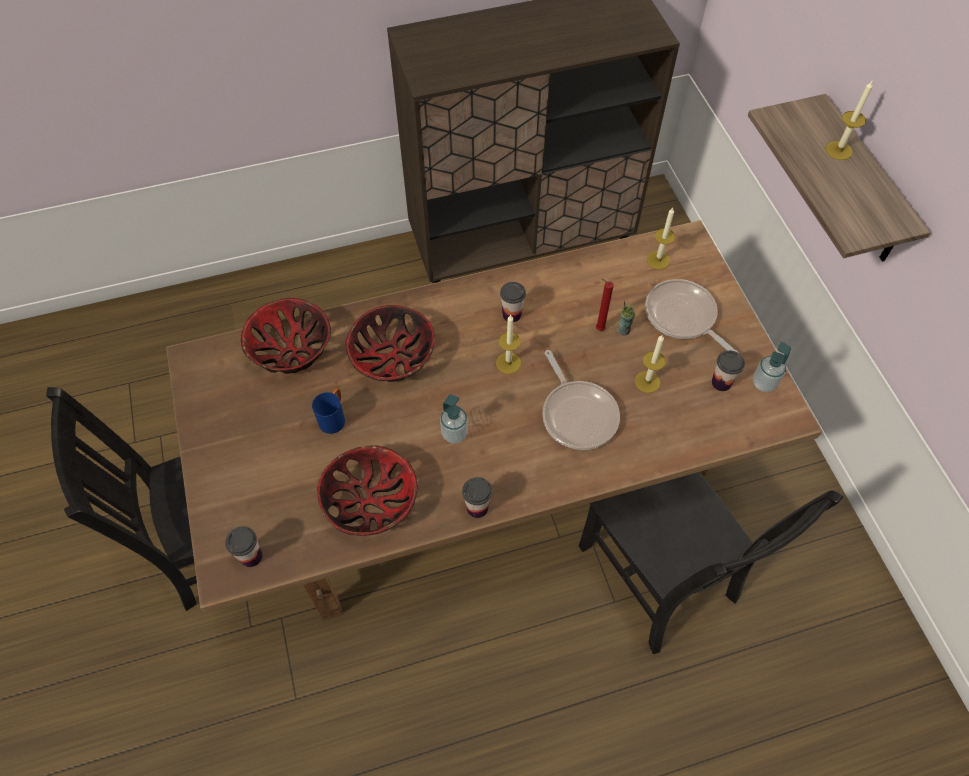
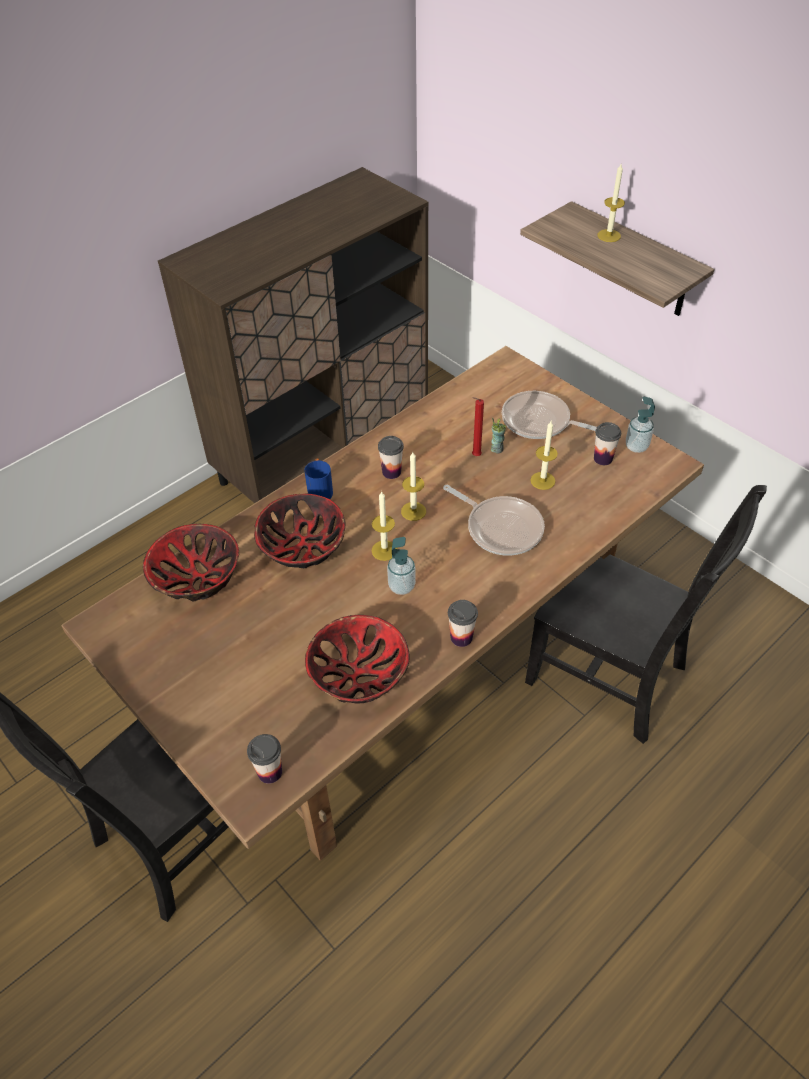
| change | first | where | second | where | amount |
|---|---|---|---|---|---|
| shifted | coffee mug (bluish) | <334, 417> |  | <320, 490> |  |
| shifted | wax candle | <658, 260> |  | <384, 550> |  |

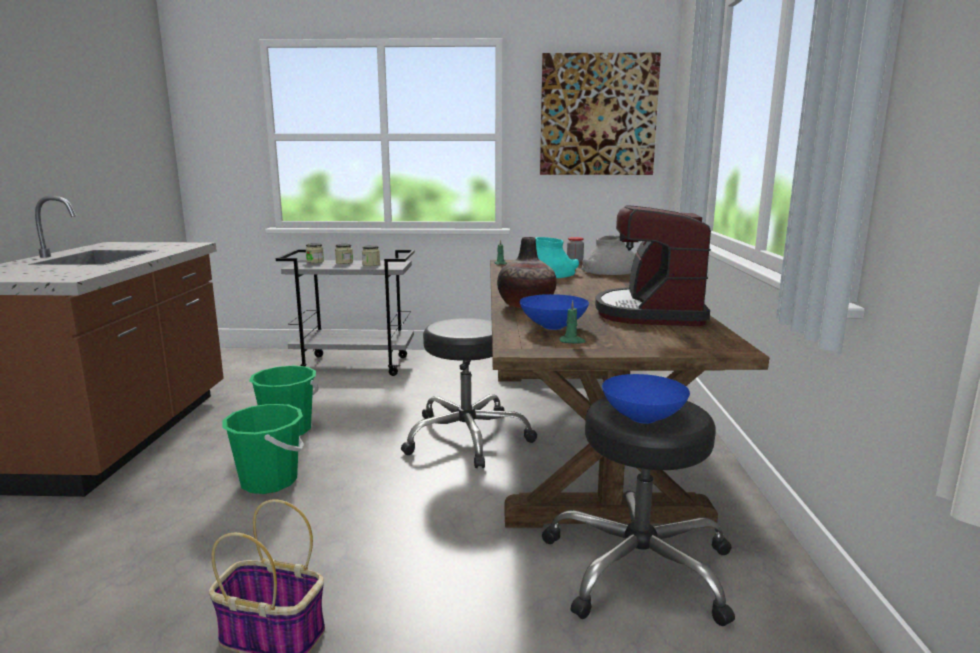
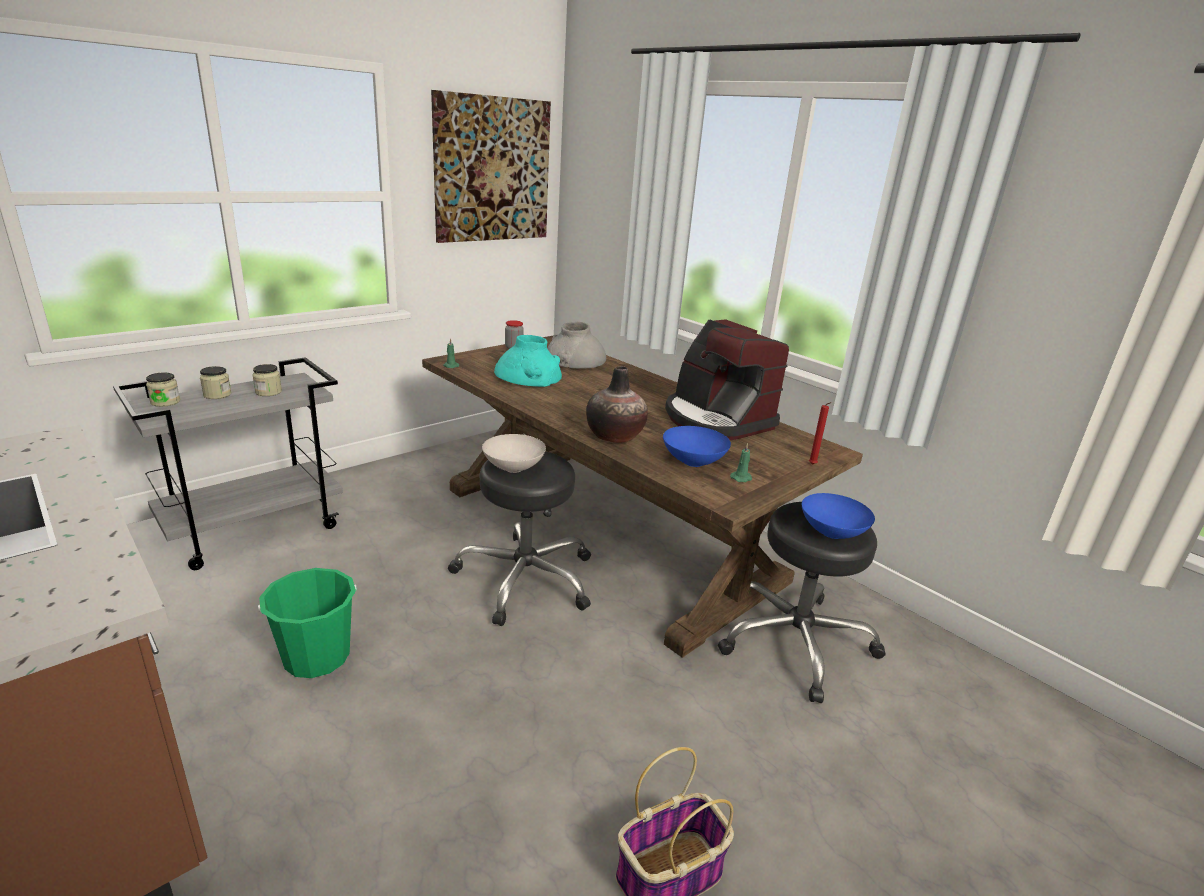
| change | first | where | second | where | amount |
|---|---|---|---|---|---|
| gone | bucket (green) | <269, 481> |  |  |  |
| new |  |  | serving bowl (white-coloured) | <513, 468> |  |
| new |  |  | wax candle (red) | <813, 465> |  |

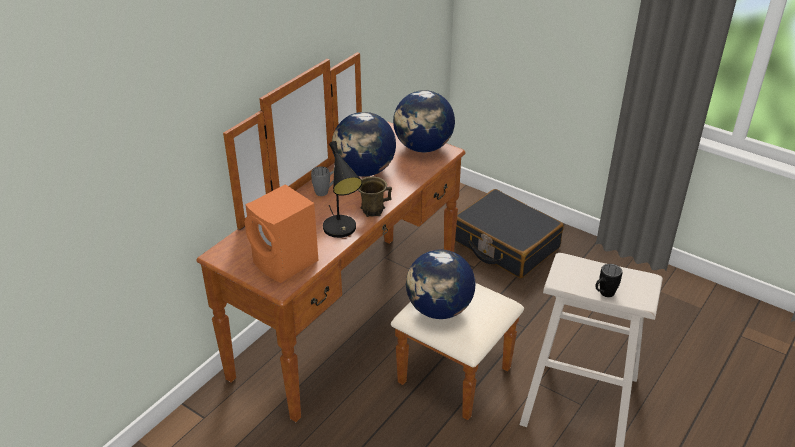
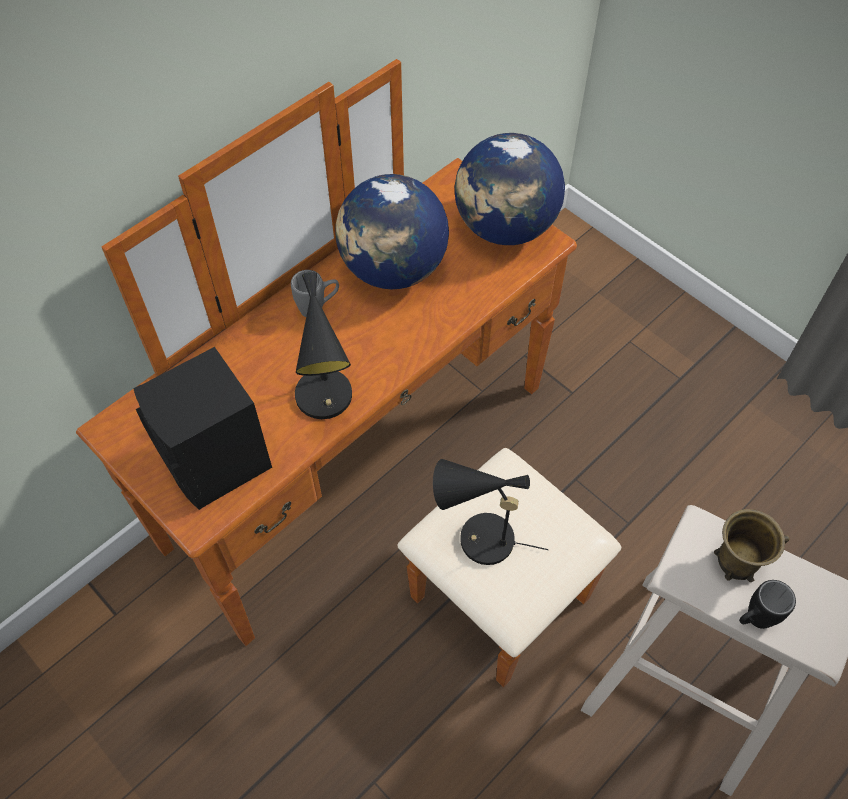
| change | first | where | second | where | amount |
|---|---|---|---|---|---|
| gone | piece of luggage (blackish) | <505, 244> |  |  |  |
| shifted | coffee mug (brown-coloured) | <372, 210> |  | <737, 560> |  |
| swapped | globe | <439, 309> | tabletop lamp (blackish) | <477, 540> |  |
| repainted | loudspeaker (orange) | <286, 263> | loudspeaker (blackish) | <218, 465> |  |

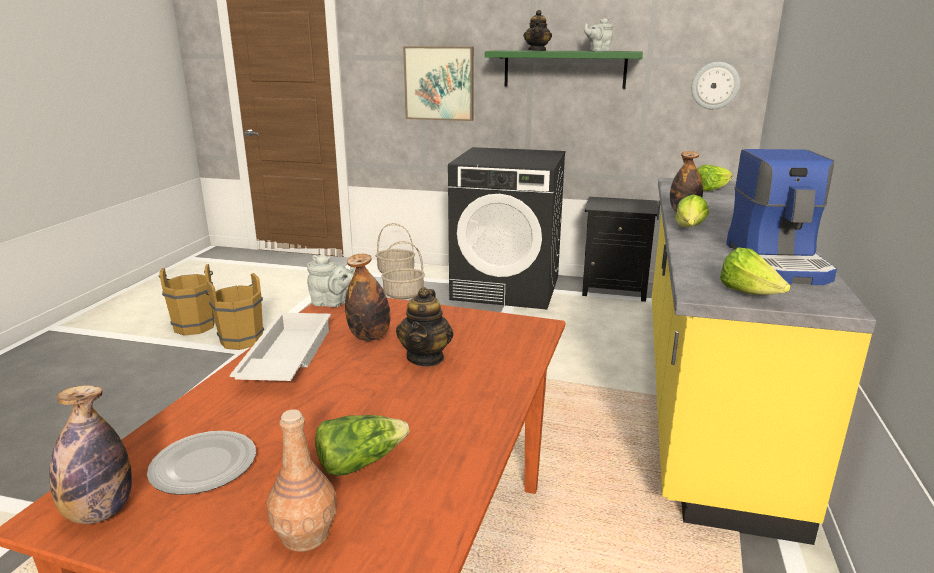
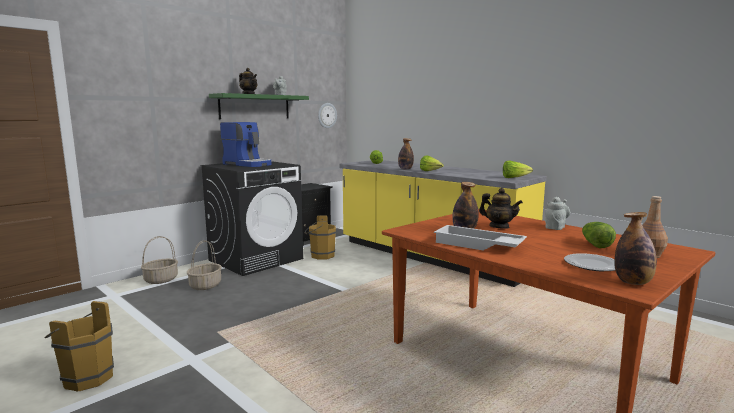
| change | first | where | second | where | amount |
|---|---|---|---|---|---|
| gone | wall art | <439, 83> |  |  |  |
| shifted | bucket (brown-coloured) | <240, 339> |  | <320, 256> |  |
| shifted | tea pot (grey) | <332, 303> |  | <555, 227> |  |
| shifted | coffee machine | <778, 263> |  | <248, 164> |  |

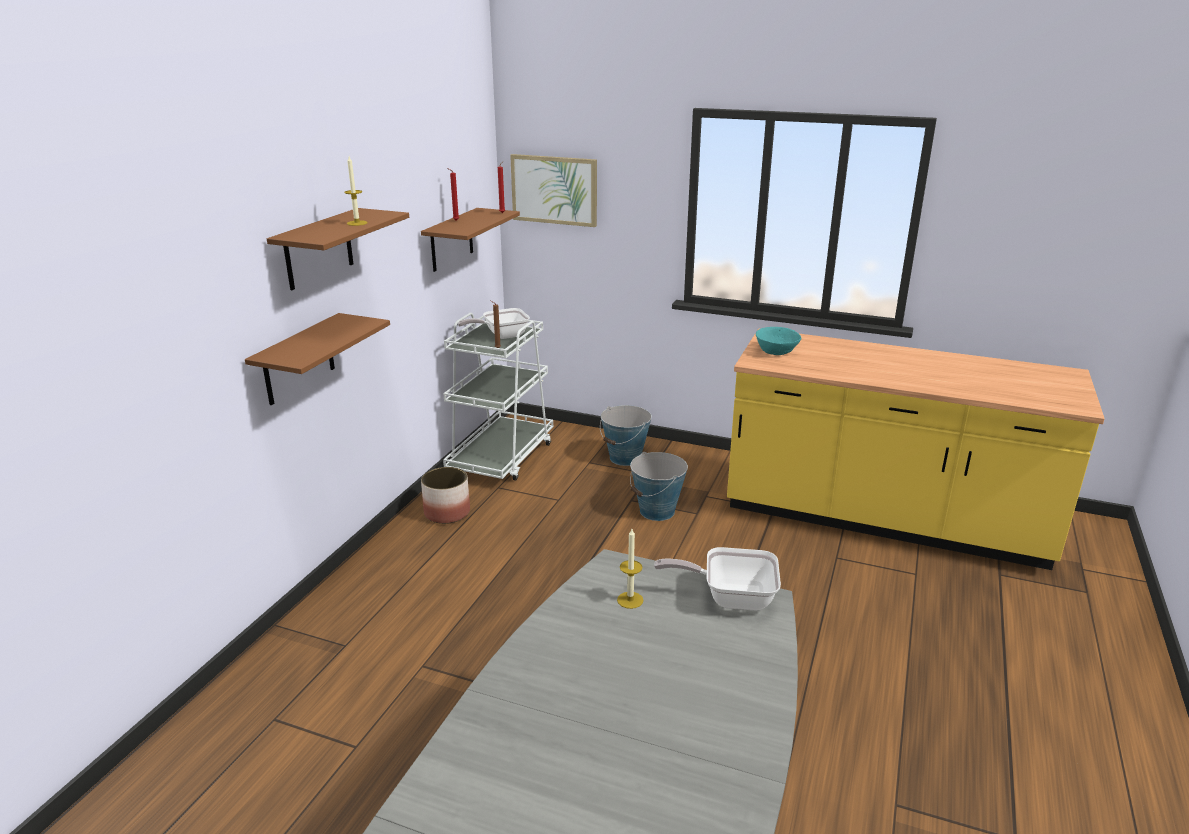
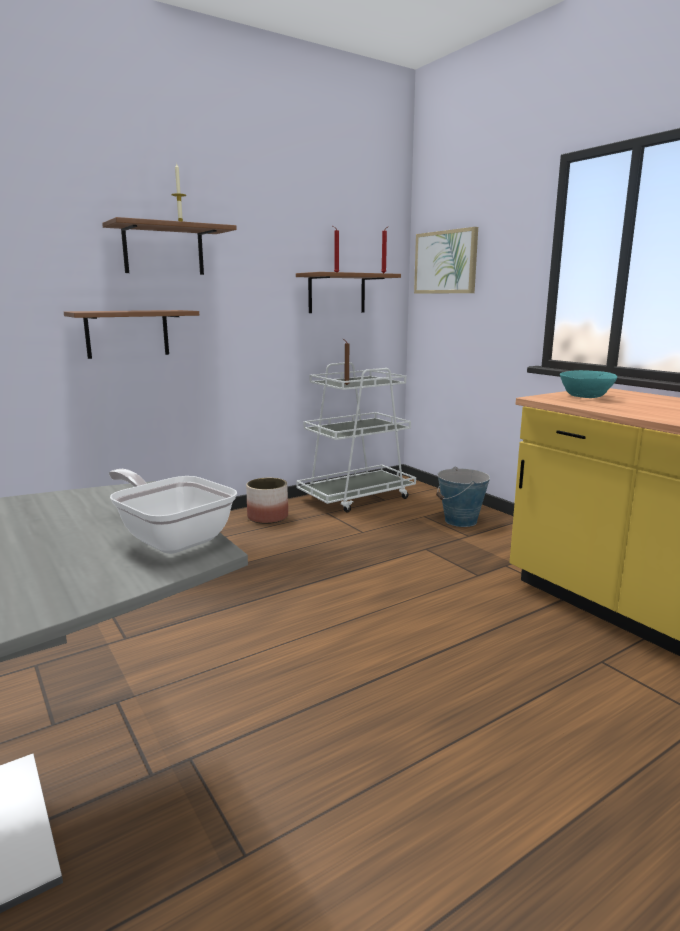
| change | first | where | second | where | amount |
|---|---|---|---|---|---|
| gone | frying pan | <501, 335> |  |  |  |
| gone | wax candle | <630, 600> |  |  |  |
| gone | bucket | <657, 511> |  |  |  |

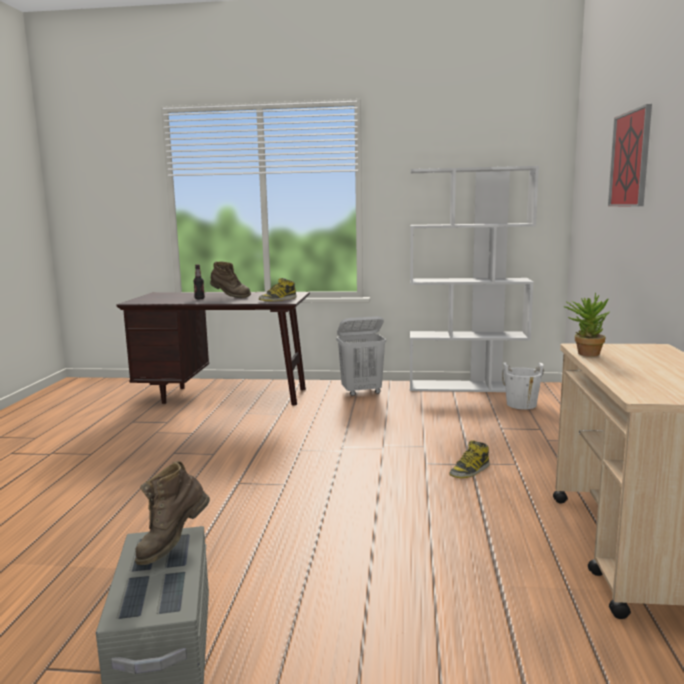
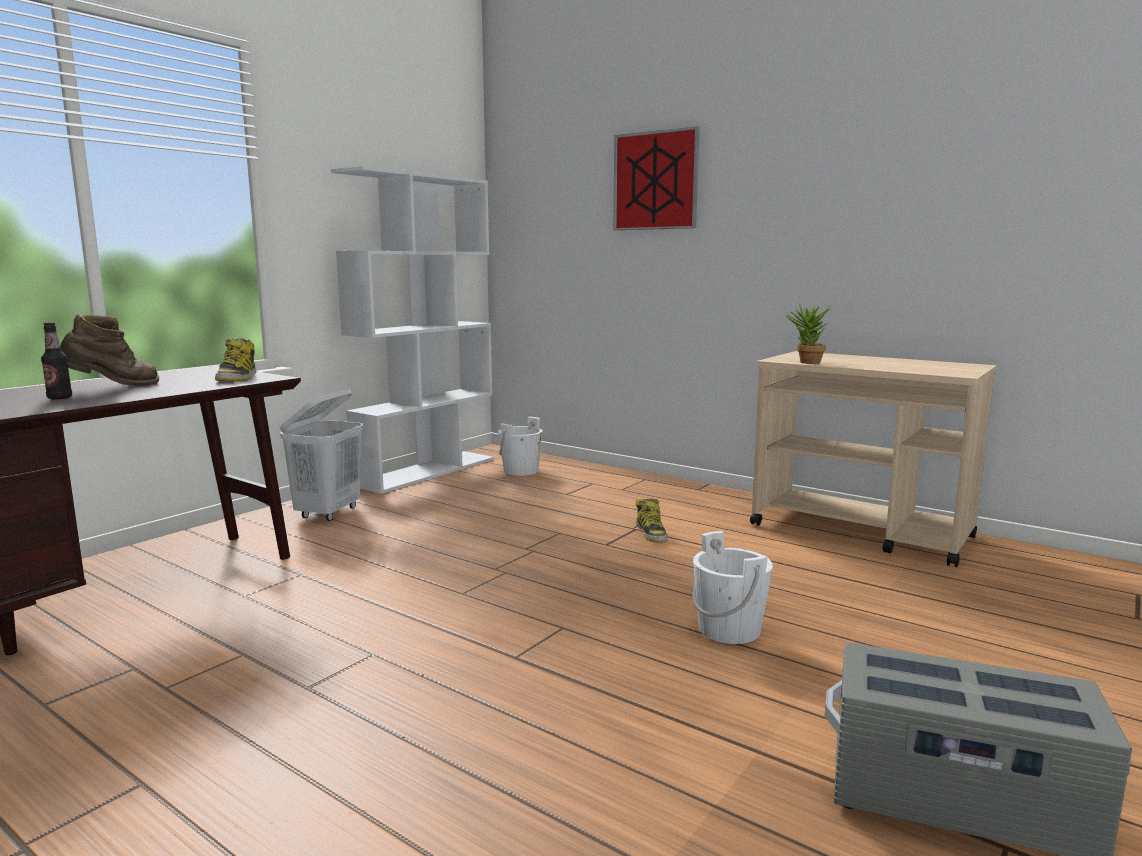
| change | first | where | second | where | amount |
|---|---|---|---|---|---|
| gone | tall boot (brown-coloured) | <172, 545> |  |  |  |
| new |  |  | bucket (white-coloured) | <729, 629> |  |

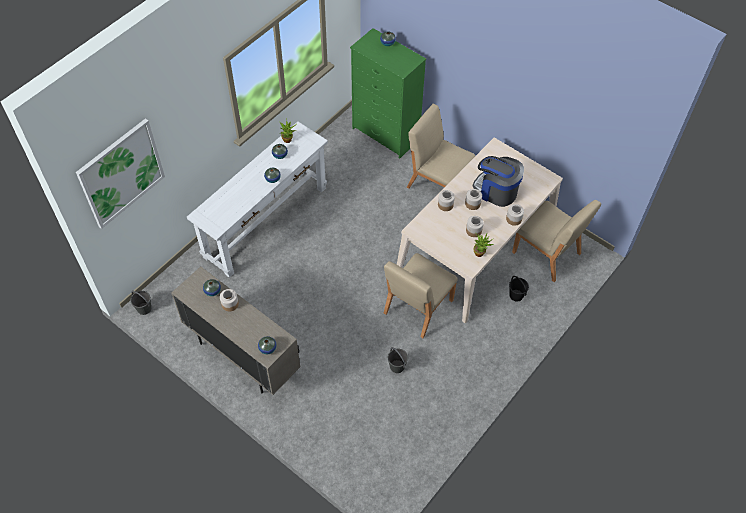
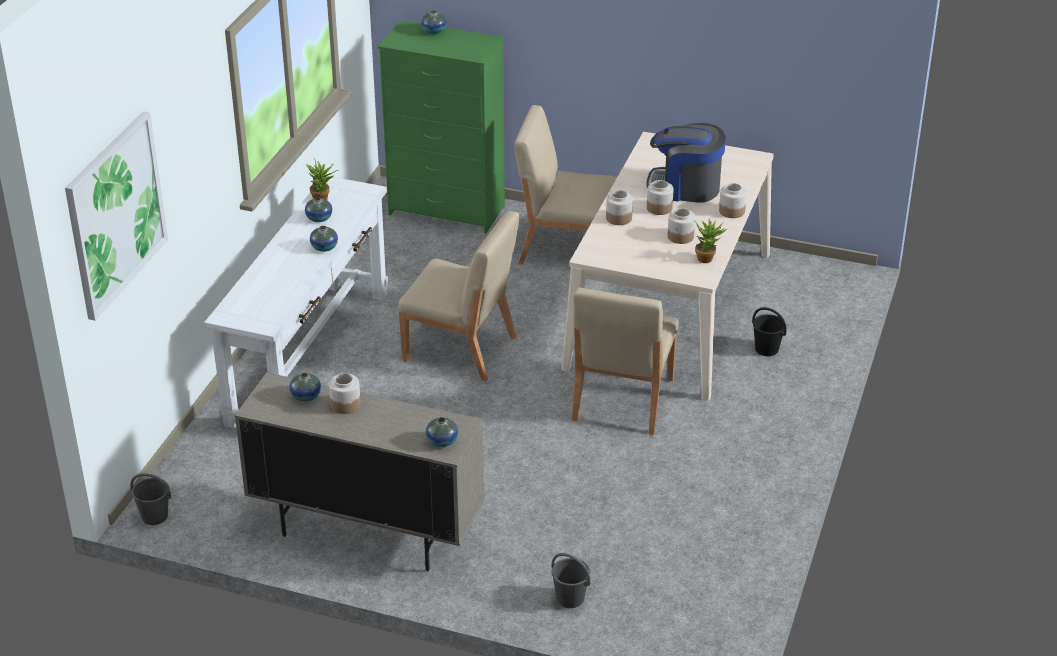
| change | first | where | second | where | amount |
|---|---|---|---|---|---|
| shifted | bucket (grey) | <397, 366> |  | <569, 598> |  |
| shifted | plain chair (sand-coloured) | <547, 253> |  | <461, 349> |  |

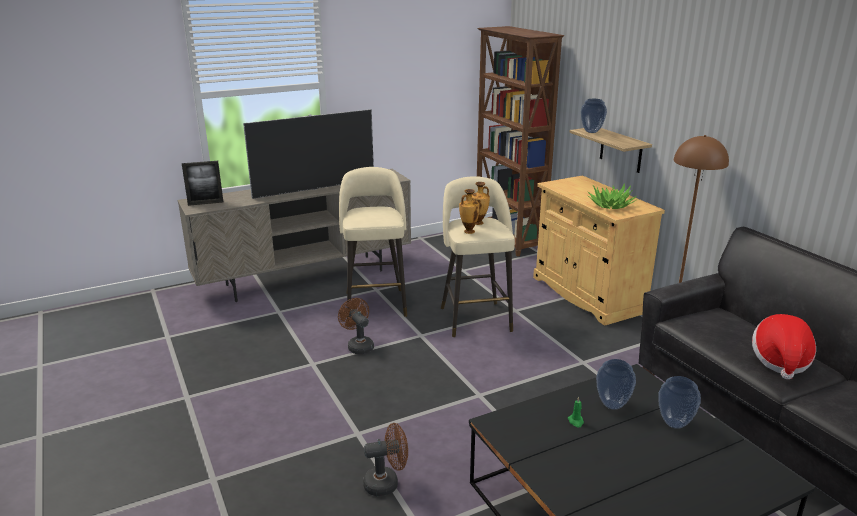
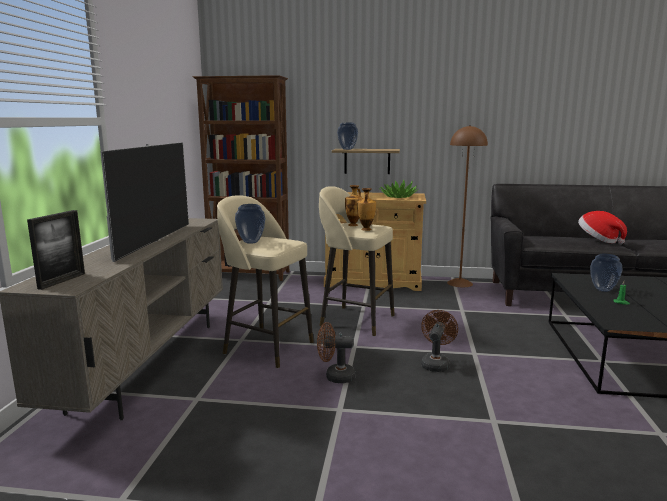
| change | first | where | second | where | amount |
|---|---|---|---|---|---|
| shifted | fan (brown-coloured) | <387, 483> |  | <435, 363> |  |
| shifted | flower vase | <675, 424> |  | <251, 242> |  |

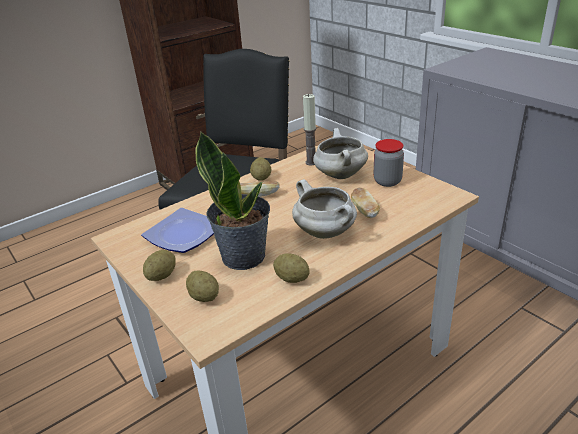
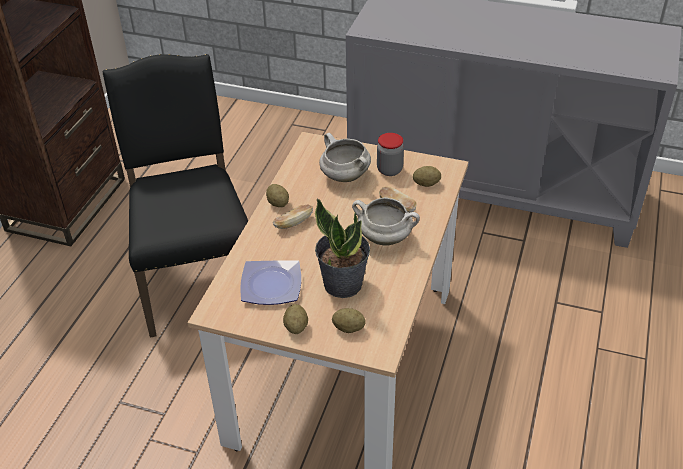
| change | first | where | second | where | amount |
|---|---|---|---|---|---|
| gone | wax candle | <311, 162> |  |  |  |
| shifted | potato | <292, 278> |  | <426, 184> |  |

